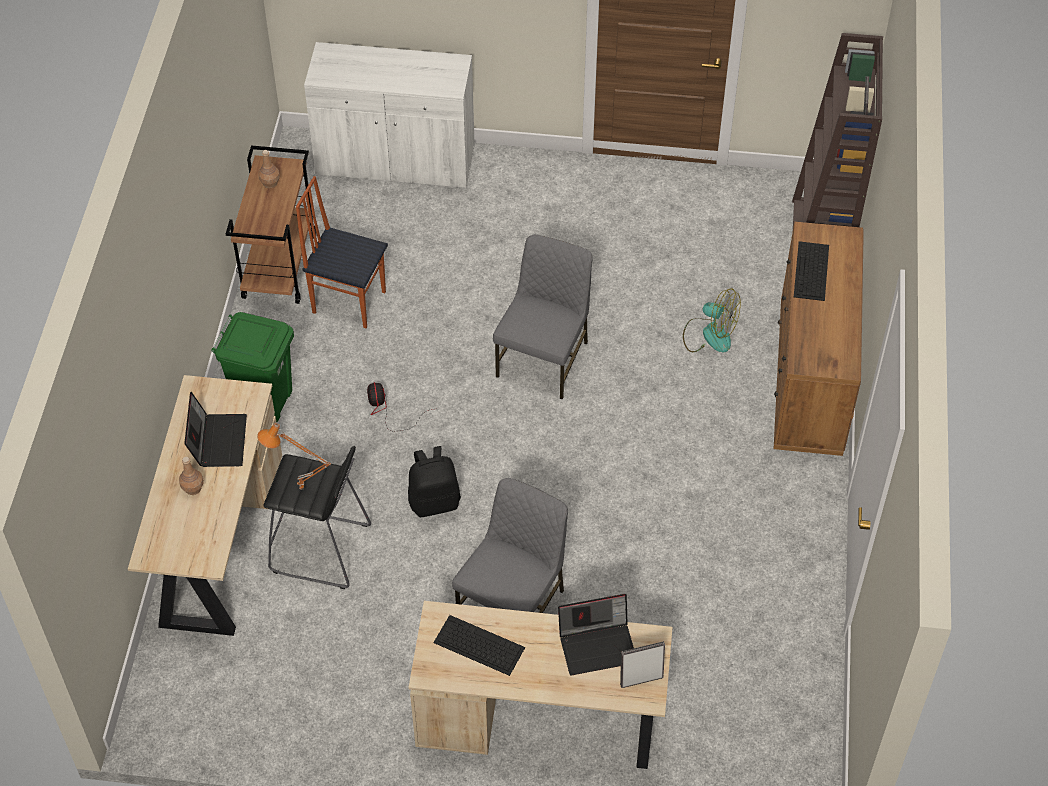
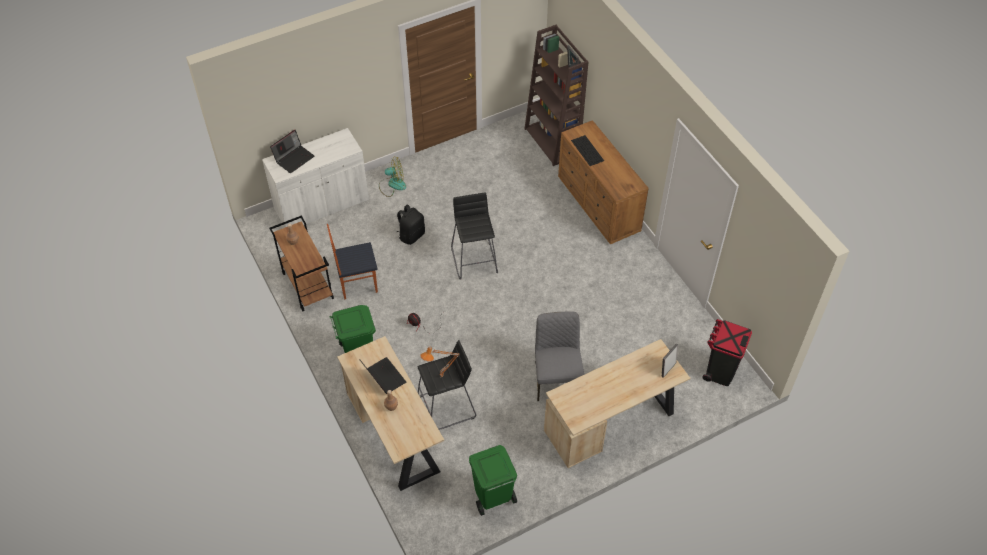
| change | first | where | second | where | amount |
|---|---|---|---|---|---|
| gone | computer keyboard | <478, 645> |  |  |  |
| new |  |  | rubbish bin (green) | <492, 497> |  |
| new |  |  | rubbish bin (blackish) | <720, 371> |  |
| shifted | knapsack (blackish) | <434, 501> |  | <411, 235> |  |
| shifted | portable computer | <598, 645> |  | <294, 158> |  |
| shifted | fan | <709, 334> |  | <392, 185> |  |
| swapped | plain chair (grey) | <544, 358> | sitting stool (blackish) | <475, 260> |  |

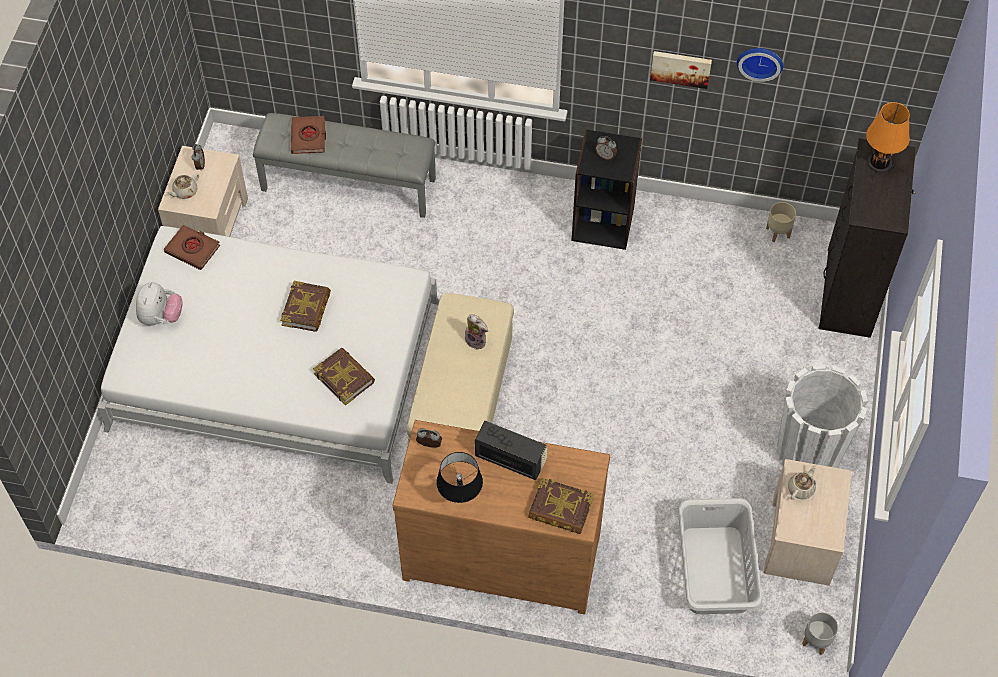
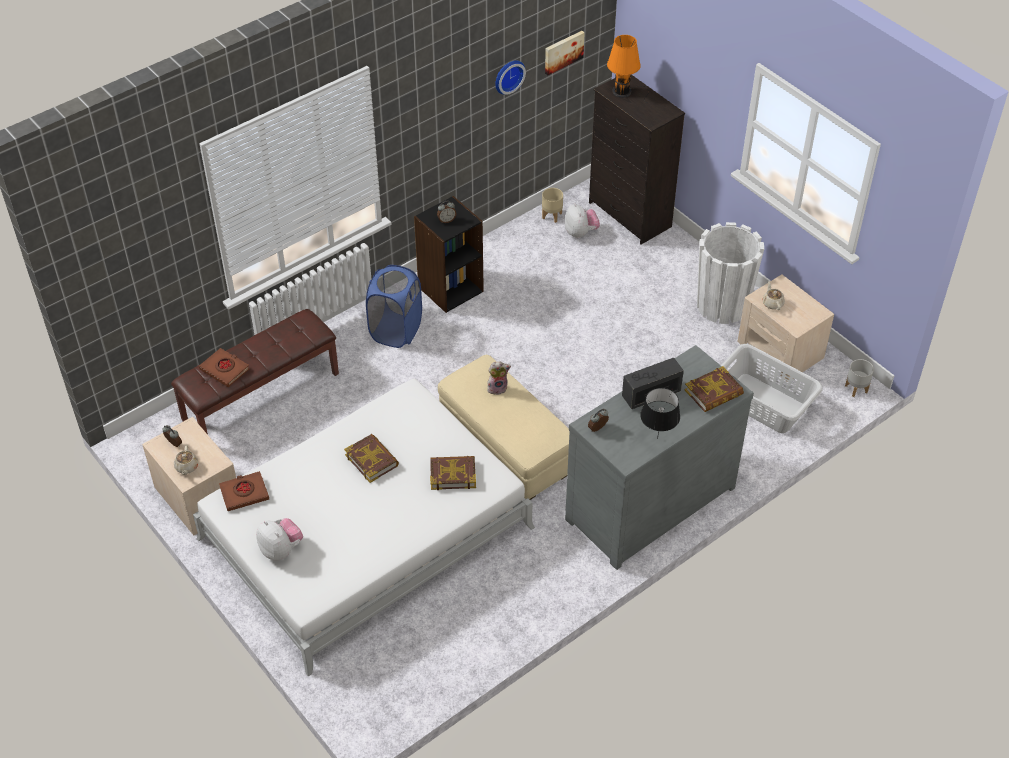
| change | first | where | second | where | amount |
|---|---|---|---|---|---|
| new |  |  | laundry basket (bluish) | <396, 331> |  |
| new |  |  | plush toy | <580, 233> |  |
| shifted | wall art | <681, 68> |  | <563, 52> |  |
| repainted | bench (grey) | <349, 184> | bench (brown-coloured) | <261, 396> |  |
| repainted | chest of drawers (brown-coloured) | <502, 552> | chest of drawers (grey) | <647, 501> |  |

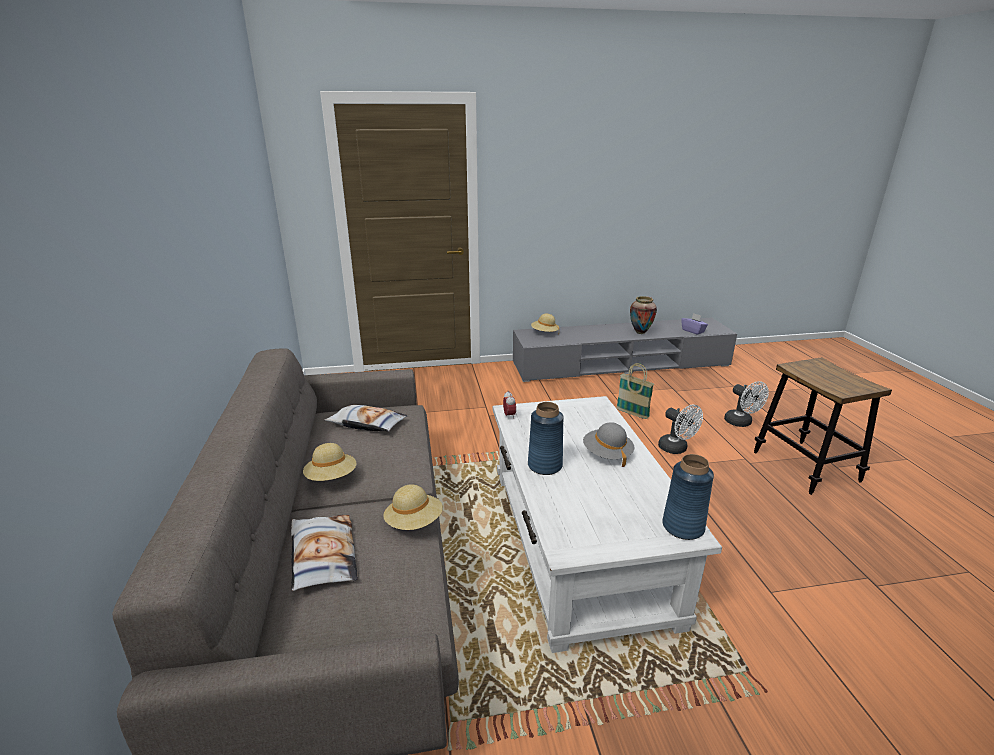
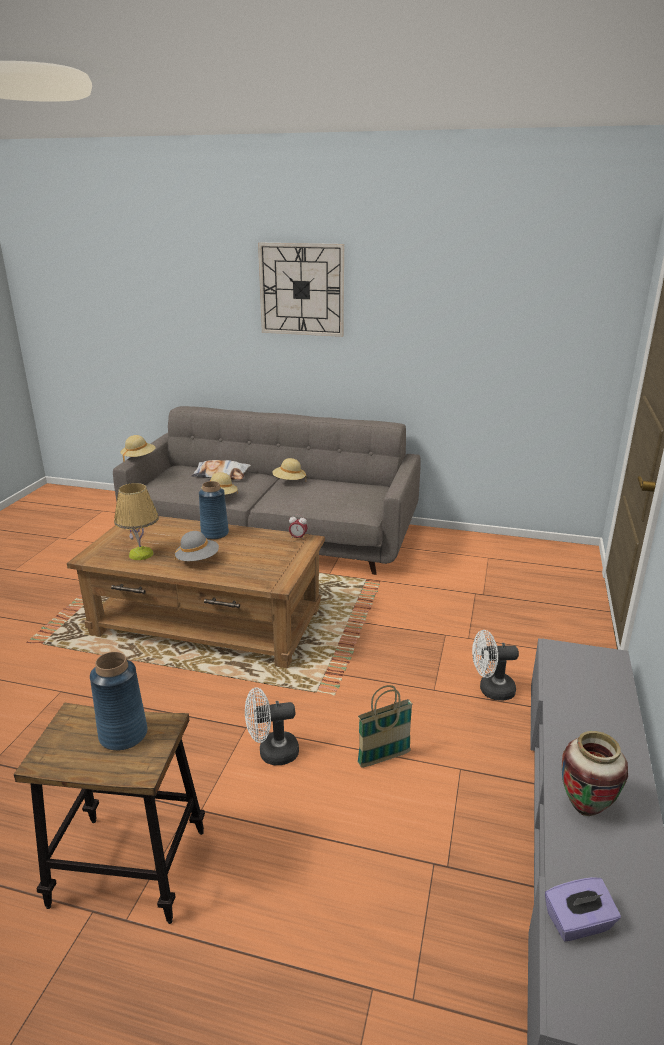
| change | first | where | second | where | amount |
|---|---|---|---|---|---|
| gone | throw pillow | <367, 424> |  |  |  |
| new |  |  | tabletop lamp | <141, 554> |  |
| new |  |  | wall clock | <302, 289> |  |
| shifted | wearable hat (sand-coloured) | <544, 333> |  | <139, 458> |  |
| shifted | flower vase (bluish) | <683, 527> |  | <123, 735> |  |
| shifted | fan (white-coloured) | <741, 423> |  | <491, 690> |  |
| repainted | lounge table (white-coloured) | <577, 542> | lounge table (brown-coloured) | <208, 622> |  |

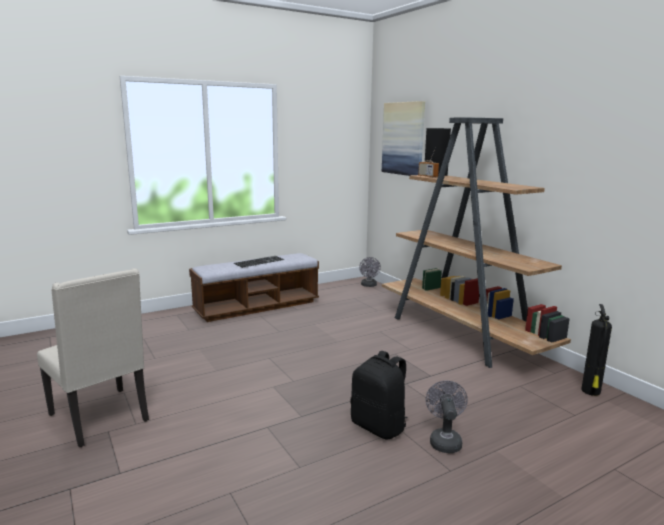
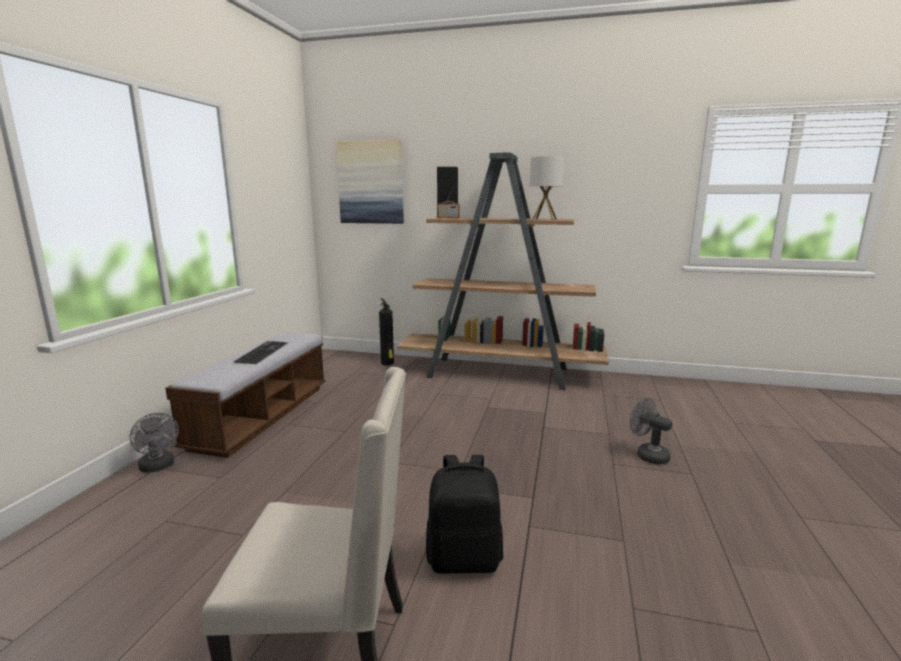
| change | first | where | second | where | amount |
|---|---|---|---|---|---|
| new |  |  | tabletop lamp | <544, 219> |  |
| shifted | knapsack (blackish) | <379, 426> |  | <464, 559> |  |
| shifted | fan (grey) | <369, 285> |  | <159, 467> |  |
| shifted | extinguisher | <591, 392> |  | <387, 363> |  |

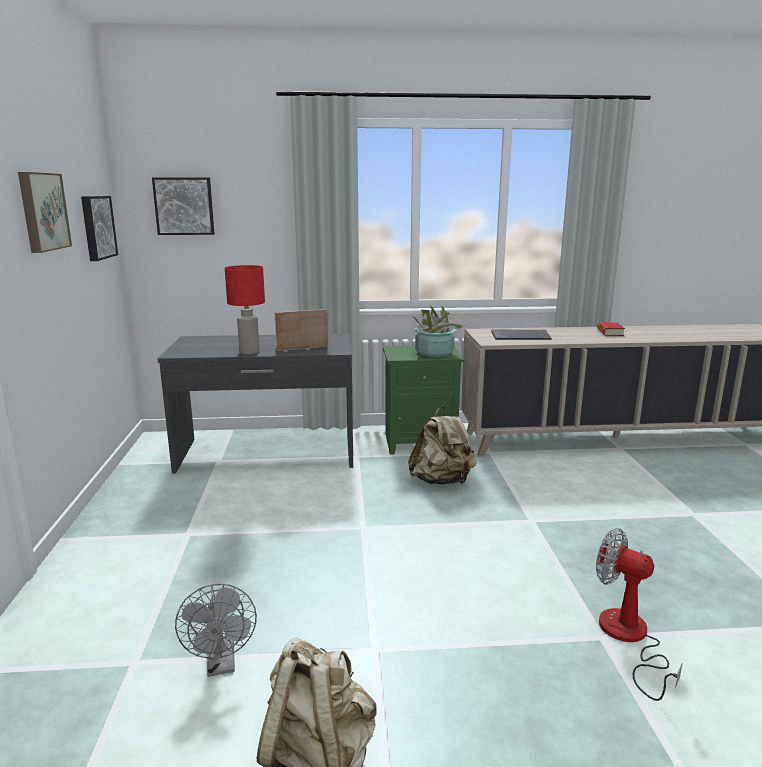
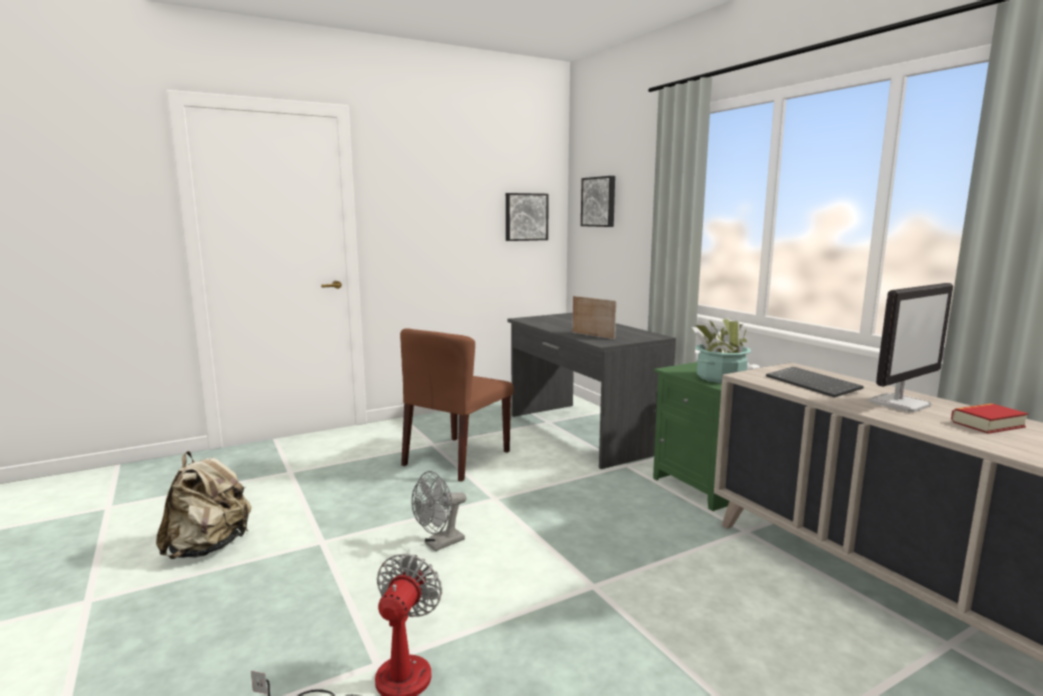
| change | first | where | second | where | amount |
|---|---|---|---|---|---|
| gone | wall art | <42, 211> |  |  |  |
| gone | tabletop lamp (red) | <249, 352> |  |  |  |
| gone | knapsack (sand-coloured) | <442, 481> |  |  |  |
| new |  |  | plain chair (brown-coloured) | <457, 458> |  |
| new |  |  | computer screen | <899, 403> |  |
| shifted | fan (grey) | <222, 665> |  | <439, 544> |  |

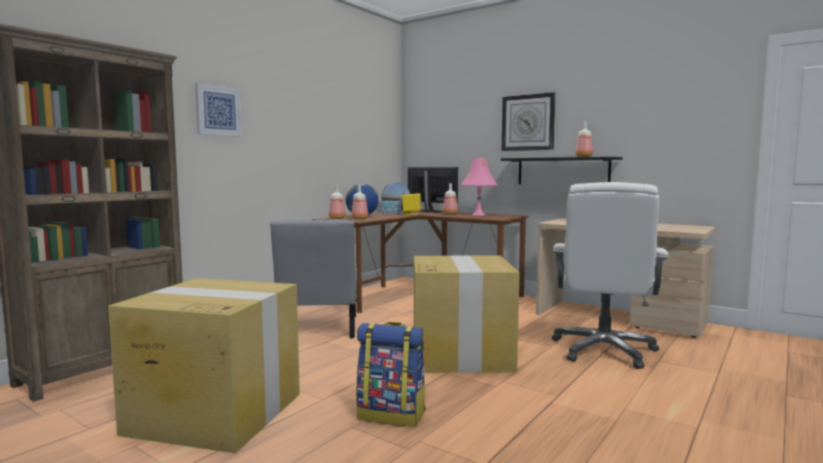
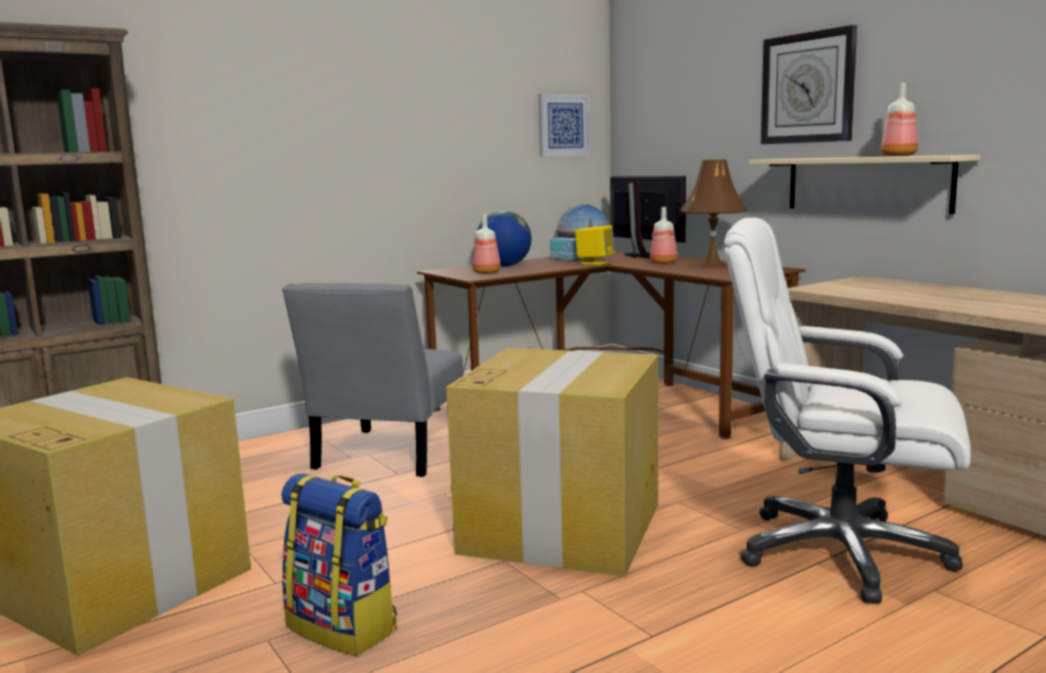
| change | first | where | second | where | amount |
|---|---|---|---|---|---|
| gone | beverage bottle | <337, 218> |  |  |  |
| shifted | wall art | <218, 111> |  | <563, 125> |  |
| repainted | tabletop lamp (pink-coloured) | <478, 214> | tabletop lamp (brown-coloured) | <712, 265> |  |
| repainted | wall shelf (blackish) | <562, 171> | wall shelf (sand-coloured) | <867, 184> |  |
| rotated | desk chair (white-coloured) | <604, 350> |  | <838, 552> | 75 degrees clockwise |

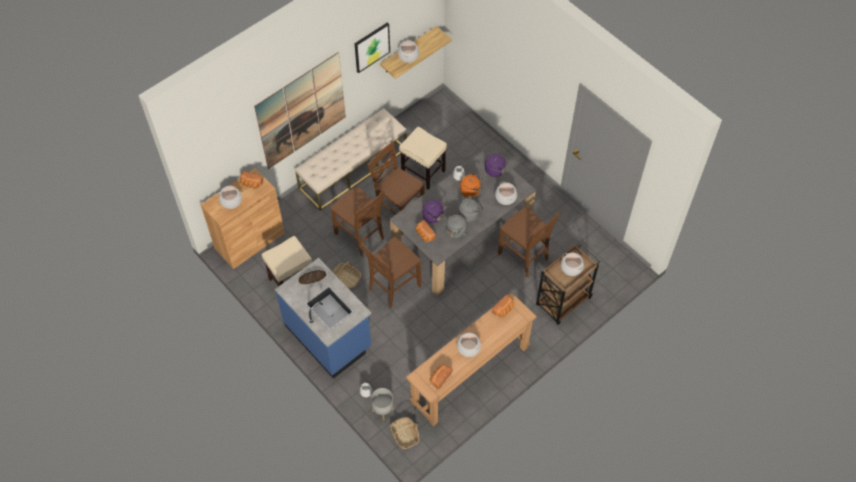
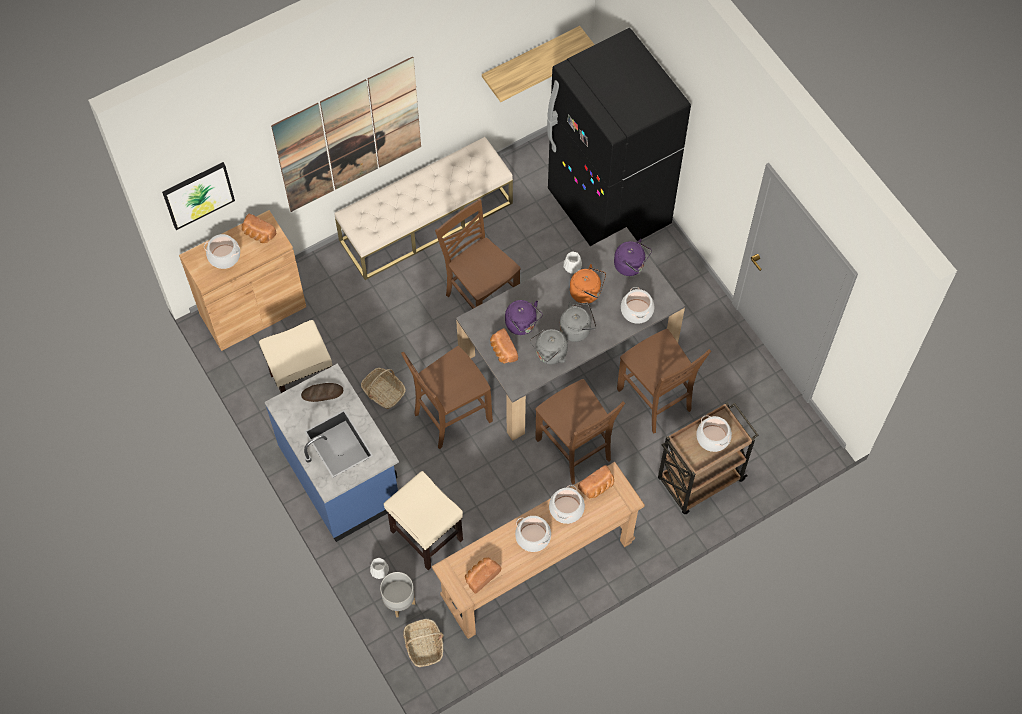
| change | first | where | second | where | amount |
|---|---|---|---|---|---|
| new |  |  | kitchen fridge (blackish) | <609, 209> |  |
| shifted | plain chair (brown-coloured) | <360, 237> |  | <575, 450> |  |
| shifted | wall art | <371, 47> |  | <198, 194> |  |
| shifted | stockpot | <408, 56> |  | <566, 509> |  |
| shifted | sitting stool (sand-coloured) | <422, 171> |  | <425, 535> |  |

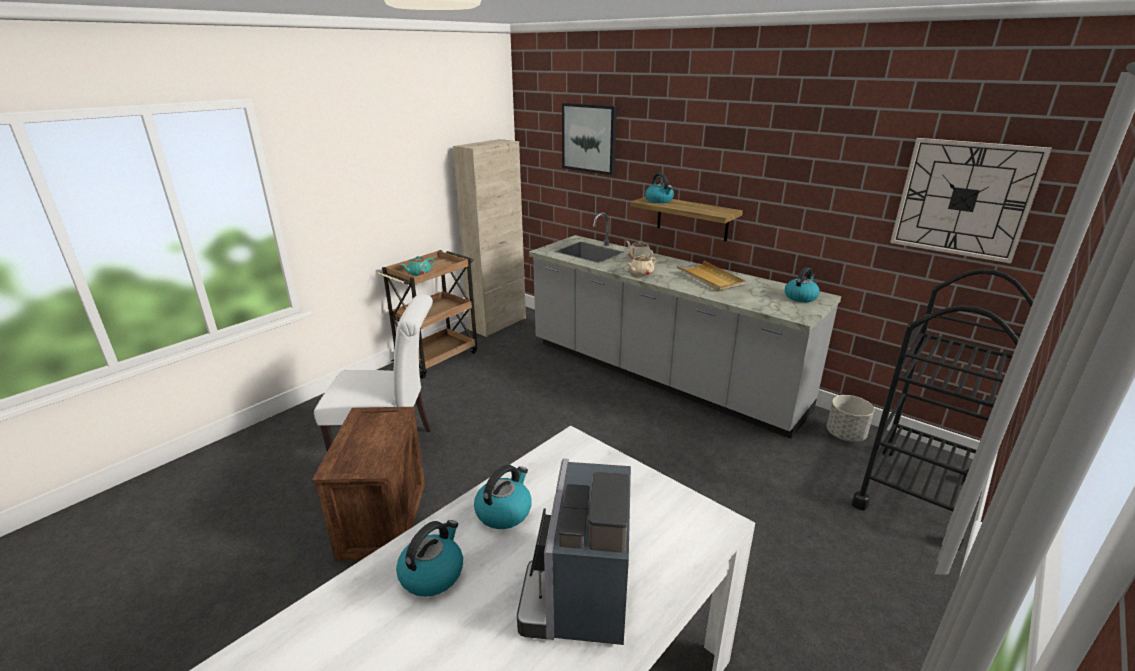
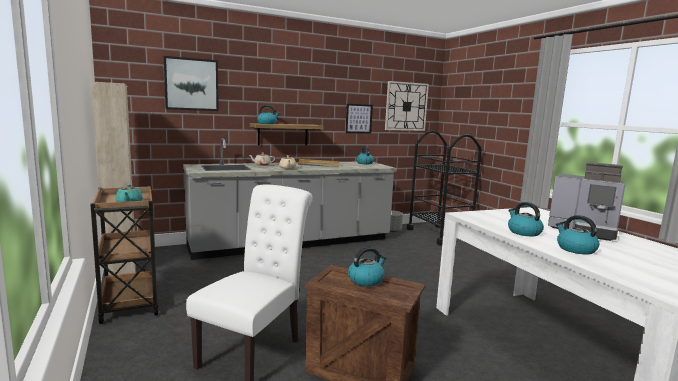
| change | first | where | second | where | amount |
|---|---|---|---|---|---|
| new |  |  | wall art | <358, 118> |  |
| new |  |  | water kettle | <366, 280> |  |

